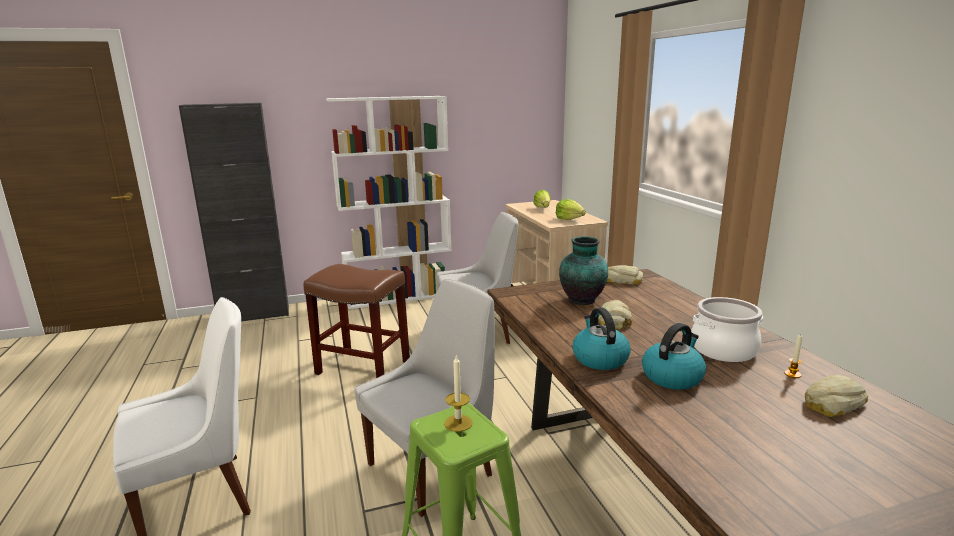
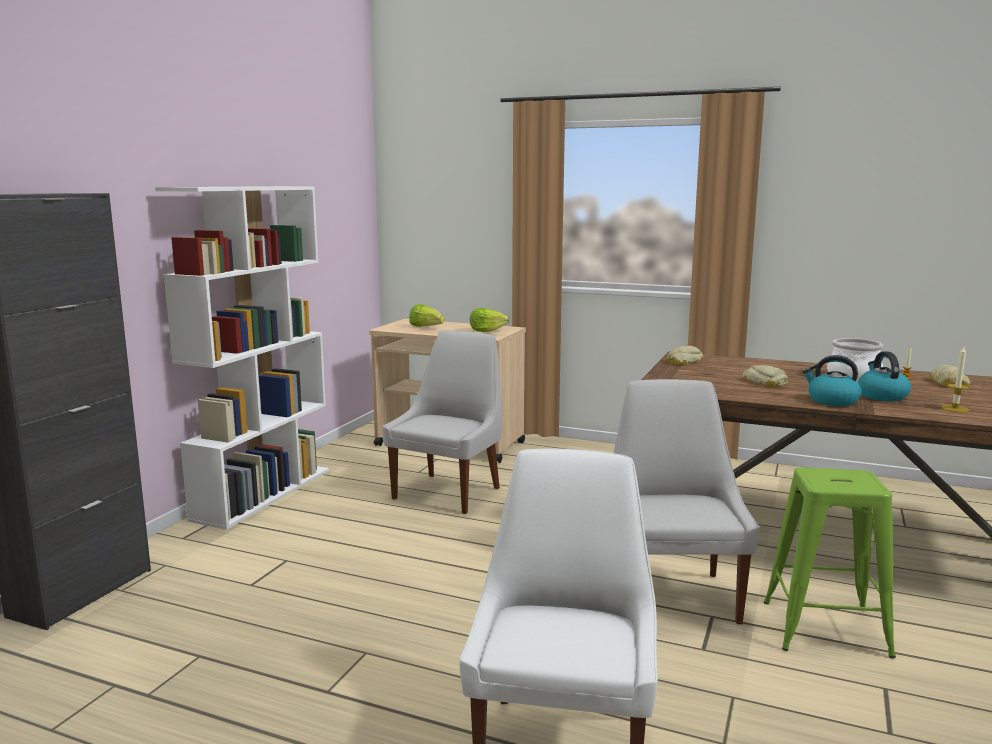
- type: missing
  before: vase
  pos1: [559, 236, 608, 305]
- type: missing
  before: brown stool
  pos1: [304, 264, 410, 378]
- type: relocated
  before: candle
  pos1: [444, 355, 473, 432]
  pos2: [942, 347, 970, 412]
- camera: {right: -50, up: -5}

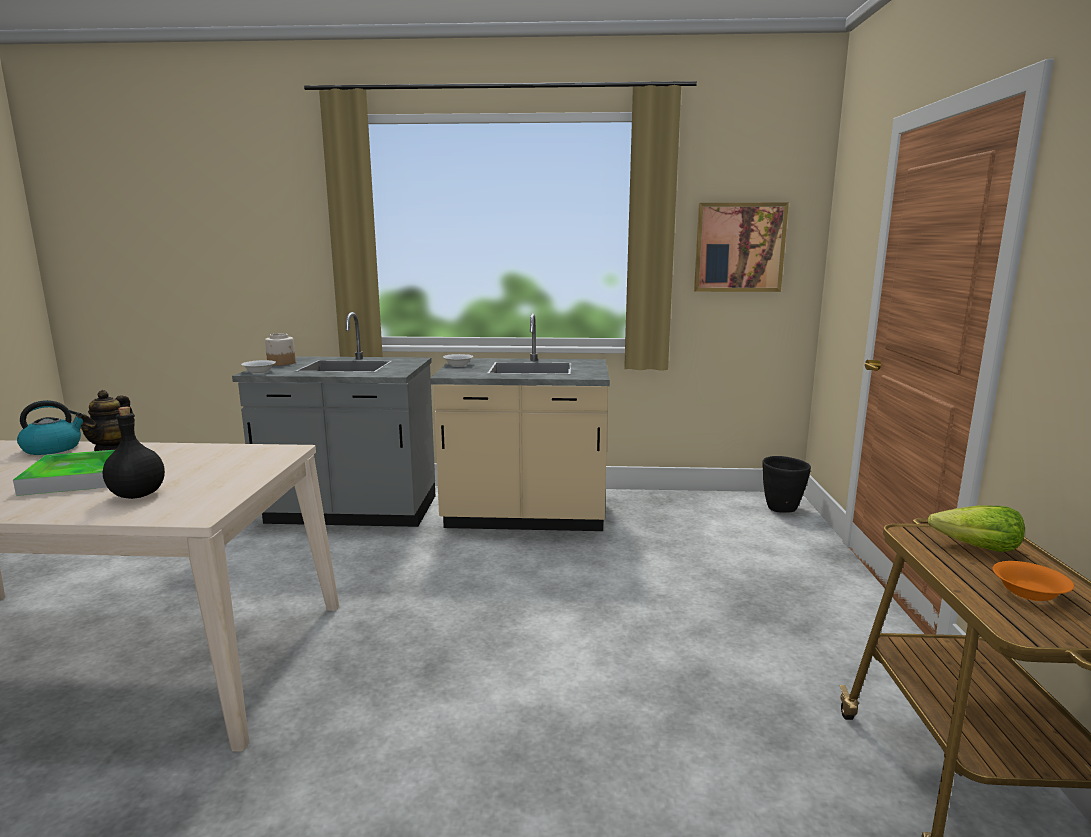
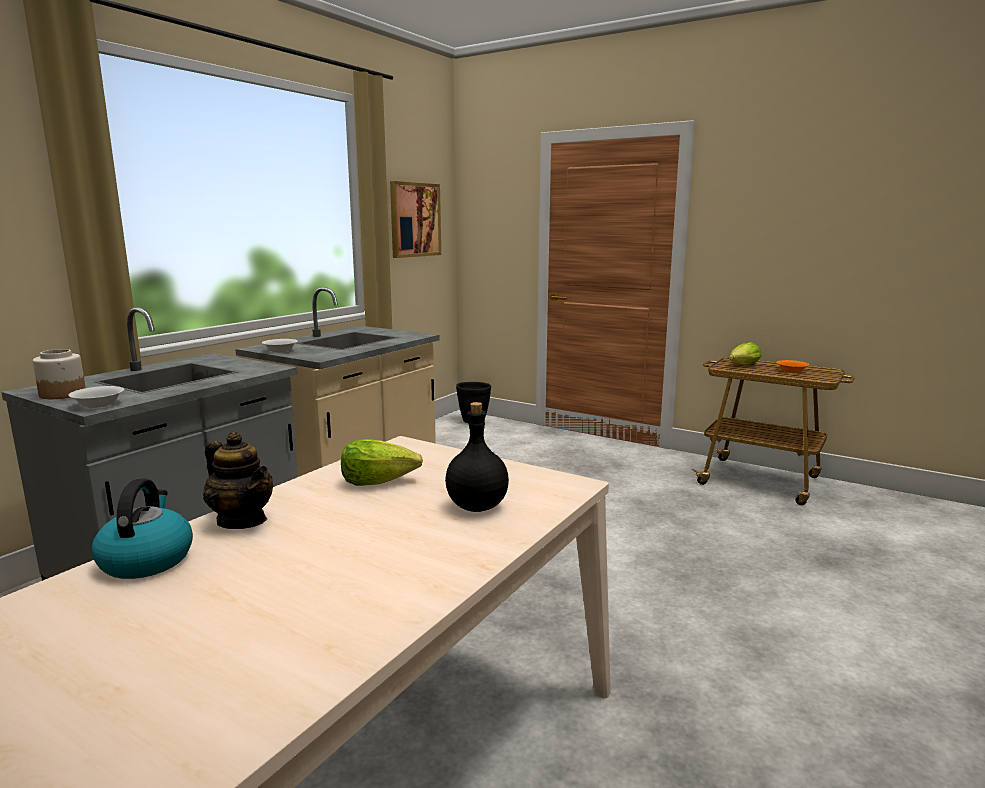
- type: missing
  before: tray
  pos1: [13, 450, 115, 496]
- type: appeared
  after: lettuce
  pos2: [341, 439, 423, 486]
- camera: {right: -60, up: 0}

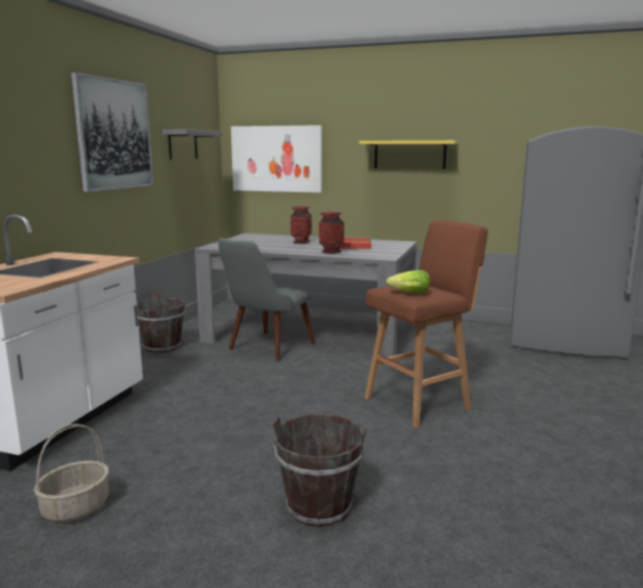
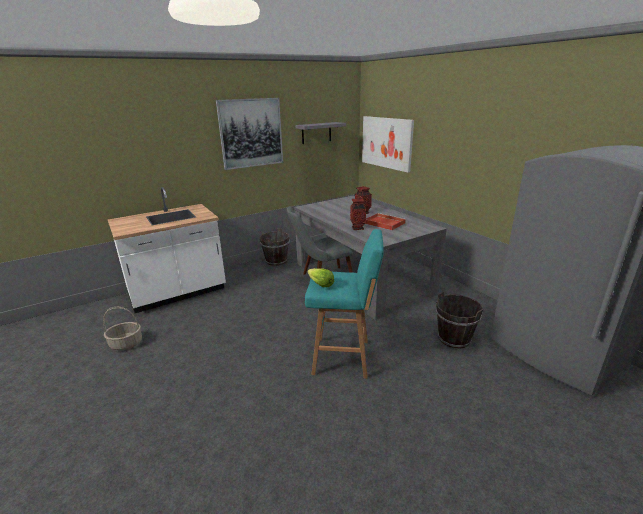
- type: missing
  before: yellow shelf
  pos1: [359, 140, 457, 169]
- type: colour
  before: brown stool
  after: turquoise stool
  pos1: [365, 220, 488, 428]
  pos2: [305, 229, 384, 379]
- type: relocated
  before: brown bucket
  pos1: [272, 414, 367, 527]
  pos2: [436, 291, 483, 349]
- camera: {right: 40, up: 10}

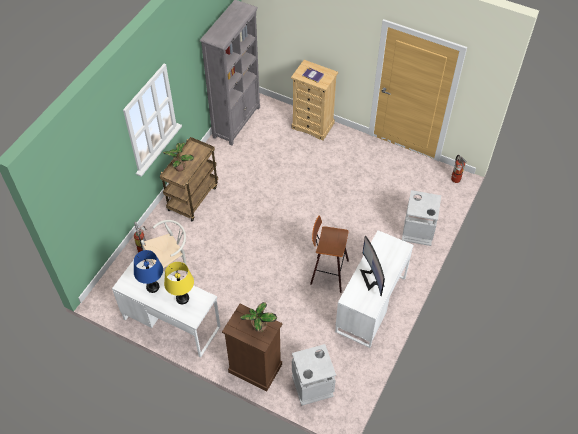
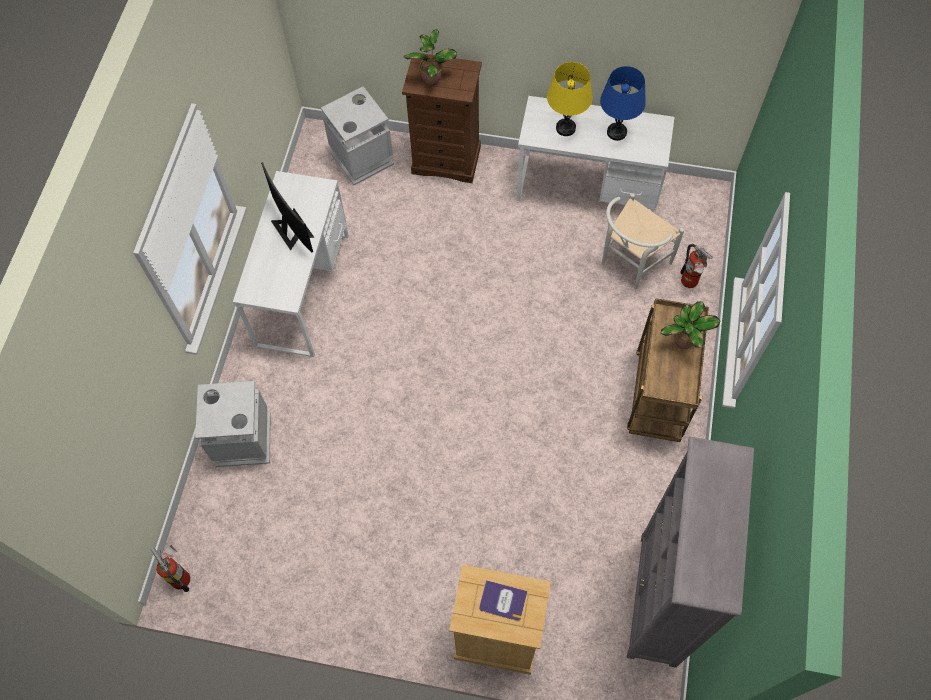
- type: missing
  before: stool
  pos1: [310, 216, 349, 293]
- camera: {right: 165, up: 10}

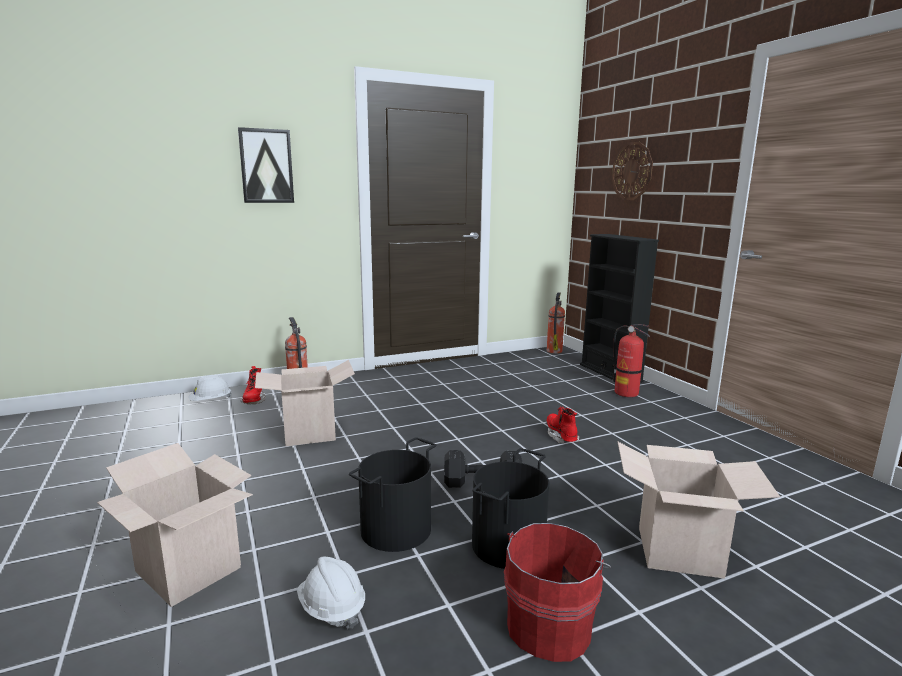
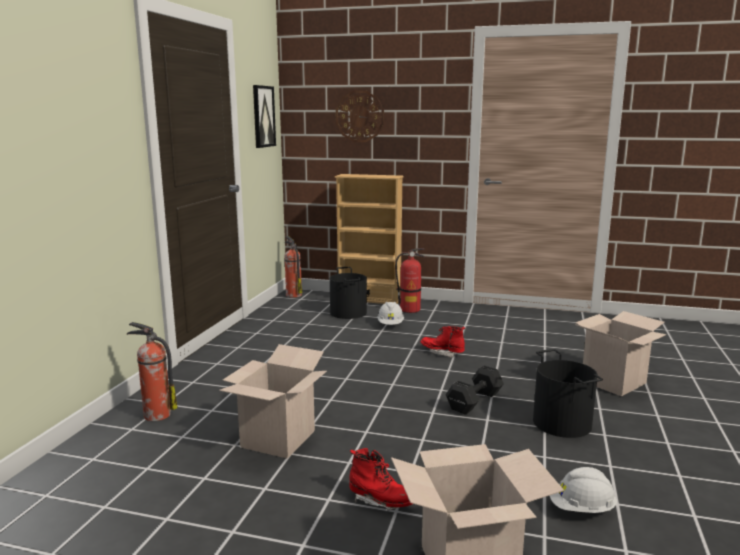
- type: relocated
  before: picture
  pos1: [238, 127, 294, 203]
  pos2: [253, 85, 276, 148]
- type: colour
  before: black bookcase
  after: beige bookcase
  pos1: [580, 234, 659, 383]
  pos2: [335, 174, 404, 304]
- type: relocated
  before: red boot
  pos1: [241, 366, 266, 404]
  pos2: [349, 448, 412, 510]
- type: relocated
  before: white hard hat
  pos1: [188, 375, 232, 401]
  pos2: [377, 302, 404, 325]
- type: relocated
  before: black bucket
  pos1: [349, 437, 436, 552]
  pos2: [330, 267, 367, 319]
- type: missing
  before: red bucket
  pos1: [504, 523, 611, 662]
- camera: {right: -50, up: 0}

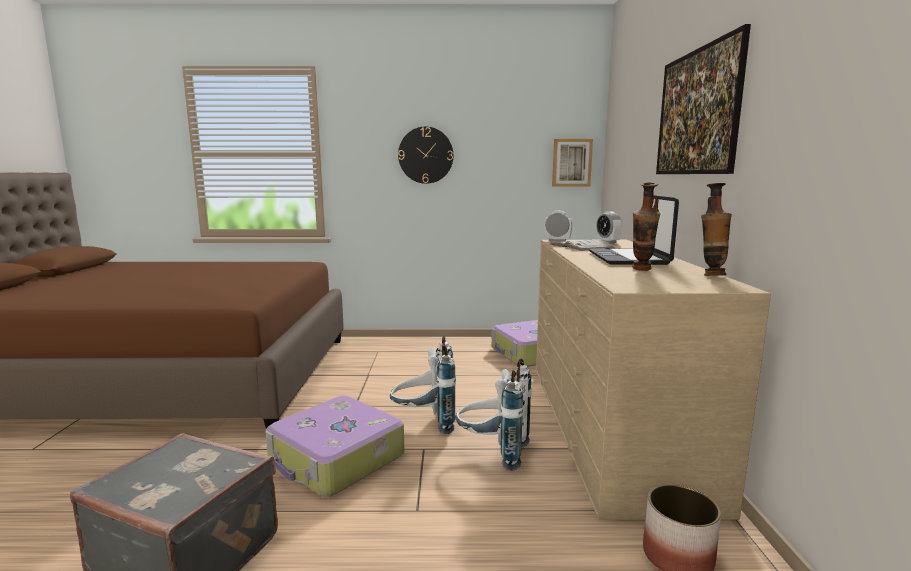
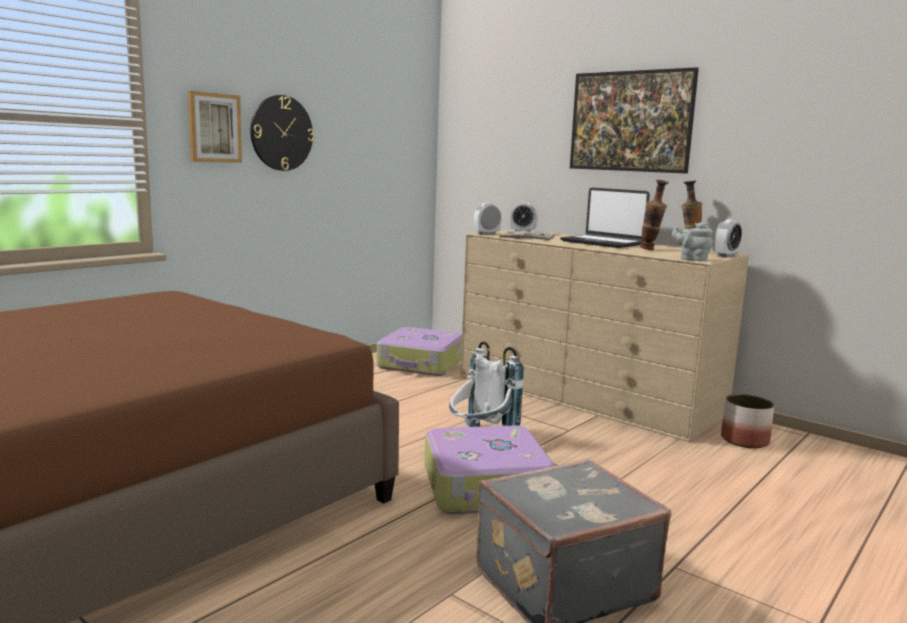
- type: relocated
  before: picture
  pos1: [552, 139, 593, 186]
  pos2: [188, 91, 242, 163]
- type: missing
  before: white backpack
  pos1: [455, 359, 532, 471]
- type: appeared
  after: alarm clock
  pos2: [715, 219, 742, 257]
- type: appeared
  after: grey teapot
  pos2: [672, 222, 713, 261]
- camera: {right: -50, up: 0}

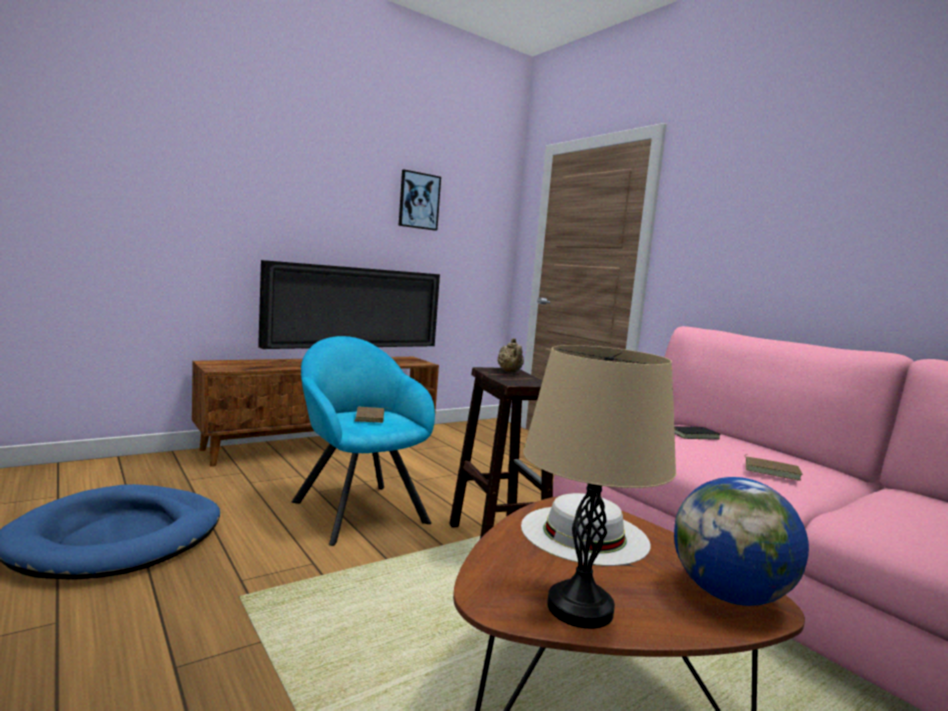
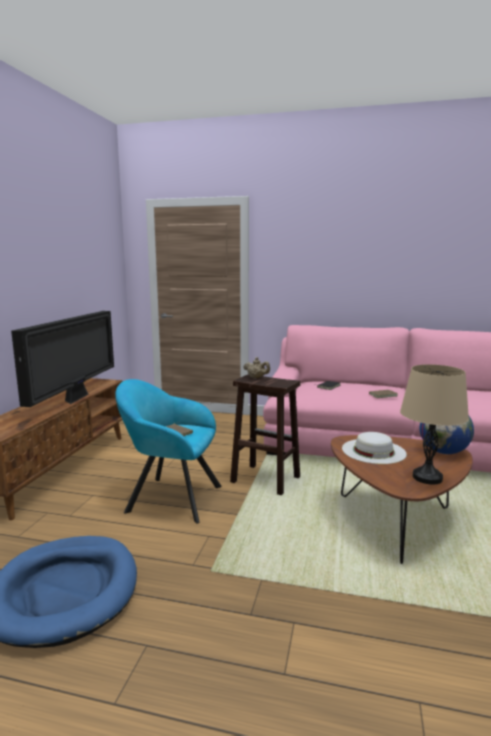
- type: missing
  before: picture
  pos1: [399, 169, 441, 231]
- camera: {right: -40, up: 5}

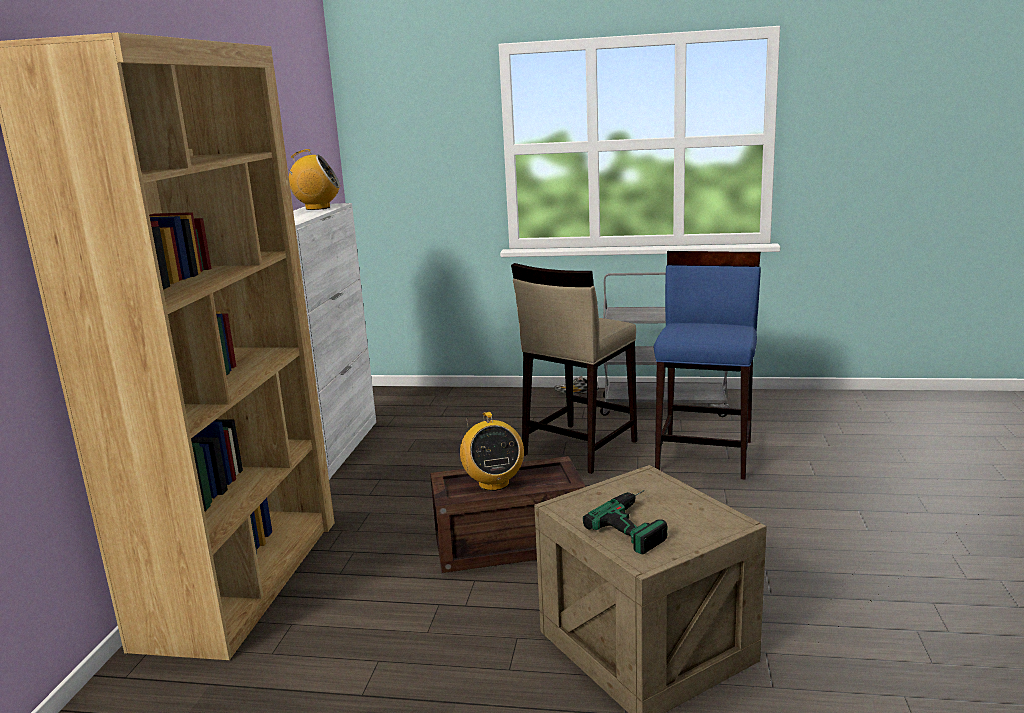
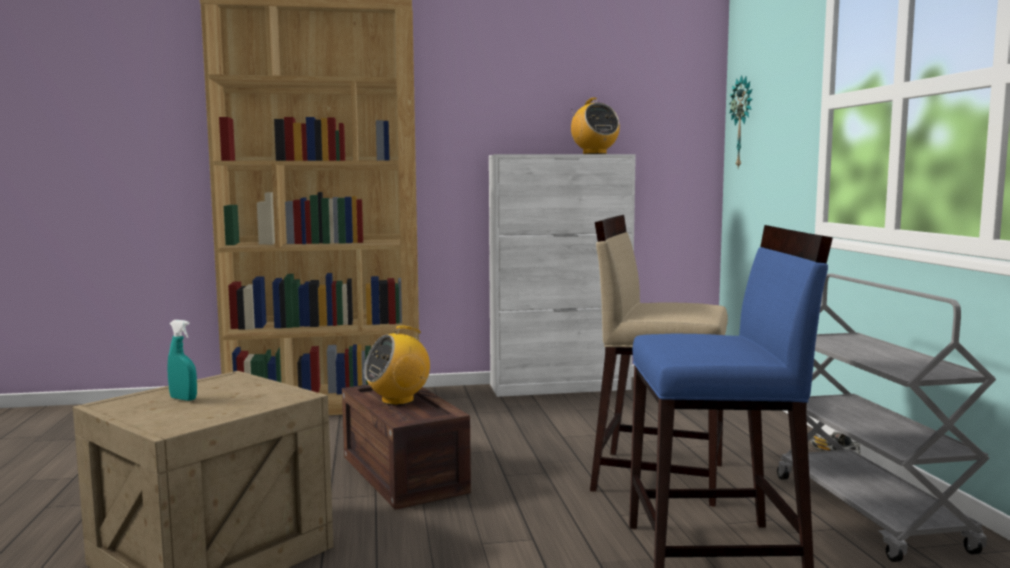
- type: exchanged
  before: power drill
  after: turquoise spray bottle
  pos1: [583, 490, 667, 554]
  pos2: [167, 320, 197, 401]
- type: appeared
  after: wall clock
  pos2: [729, 75, 753, 168]
- camera: {right: 70, up: -10}

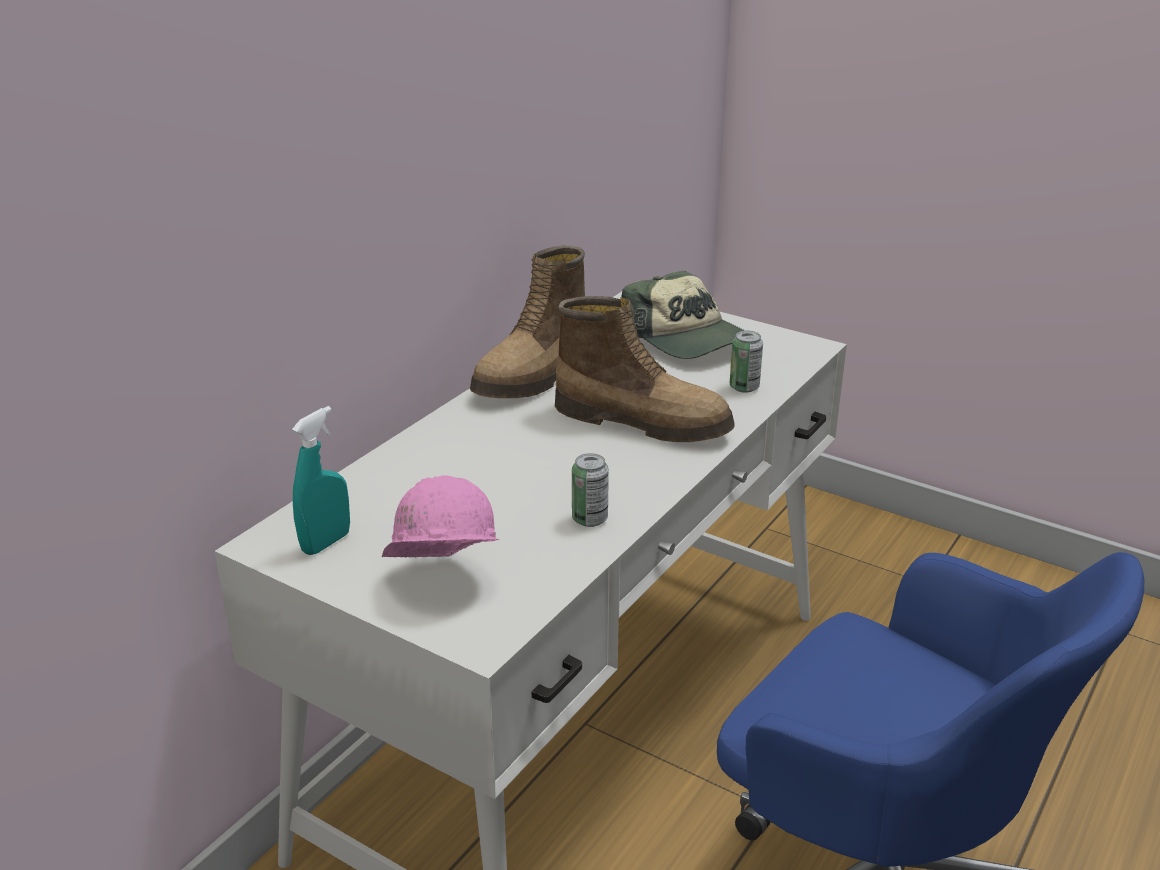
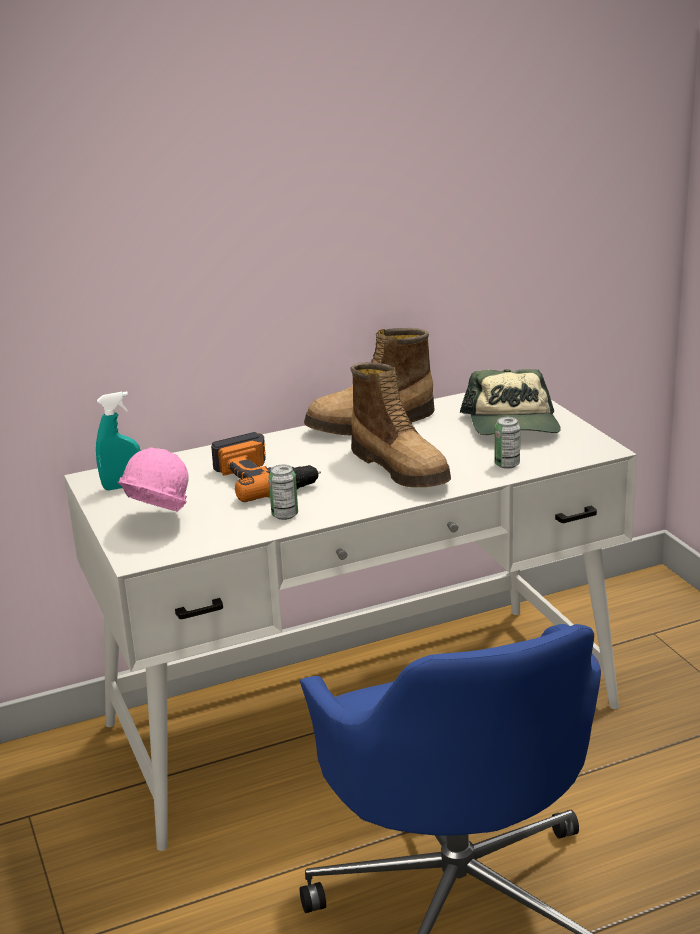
- type: appeared
  after: power drill
  pos2: [211, 432, 321, 502]
- camera: {right: 35, up: -5}

